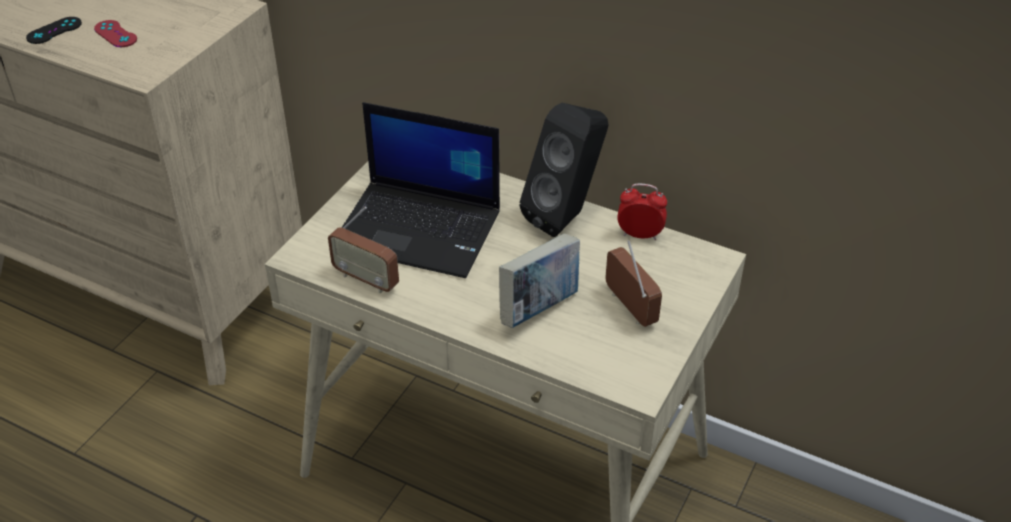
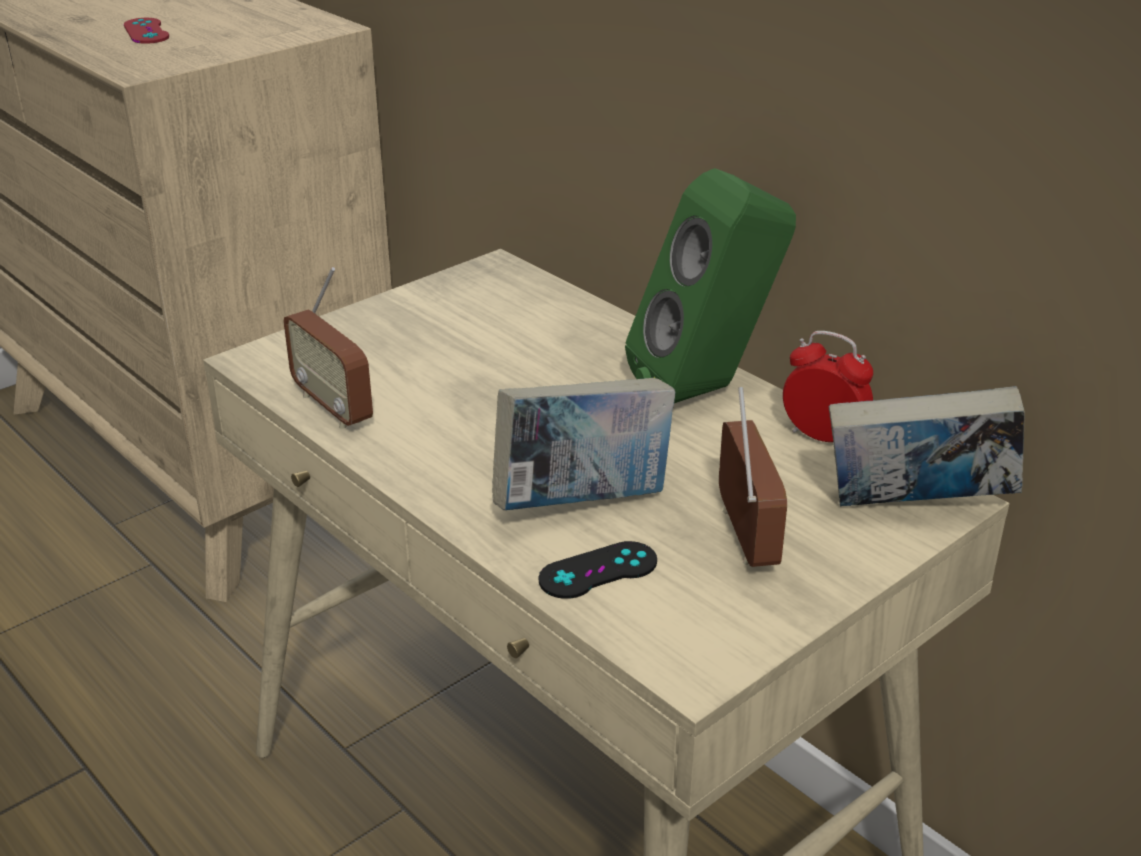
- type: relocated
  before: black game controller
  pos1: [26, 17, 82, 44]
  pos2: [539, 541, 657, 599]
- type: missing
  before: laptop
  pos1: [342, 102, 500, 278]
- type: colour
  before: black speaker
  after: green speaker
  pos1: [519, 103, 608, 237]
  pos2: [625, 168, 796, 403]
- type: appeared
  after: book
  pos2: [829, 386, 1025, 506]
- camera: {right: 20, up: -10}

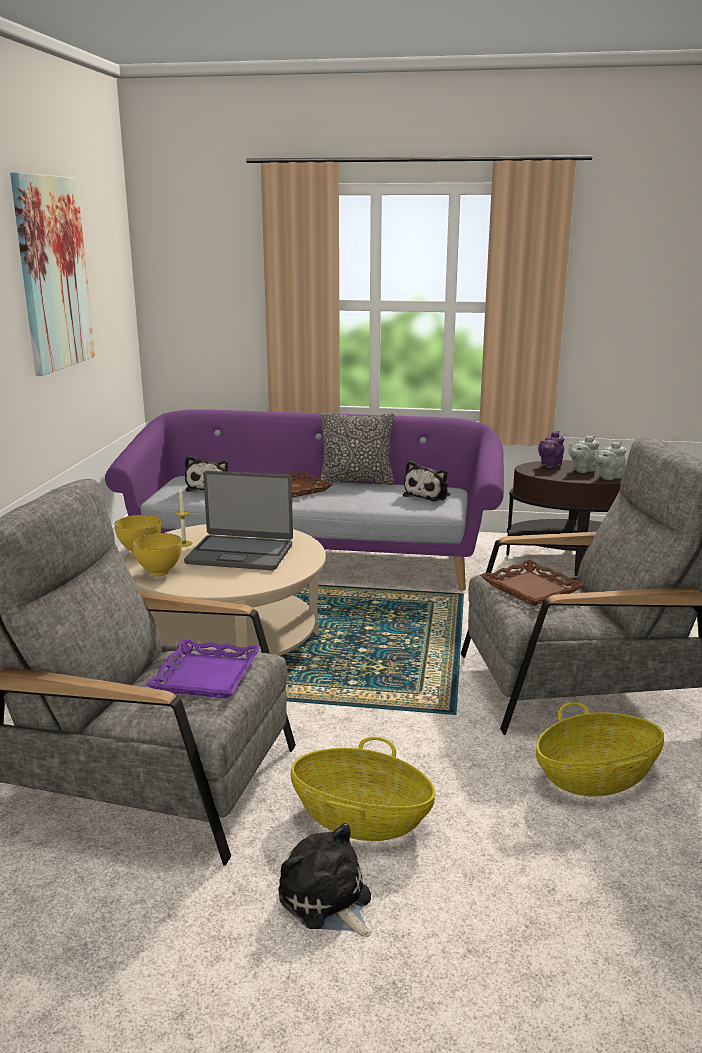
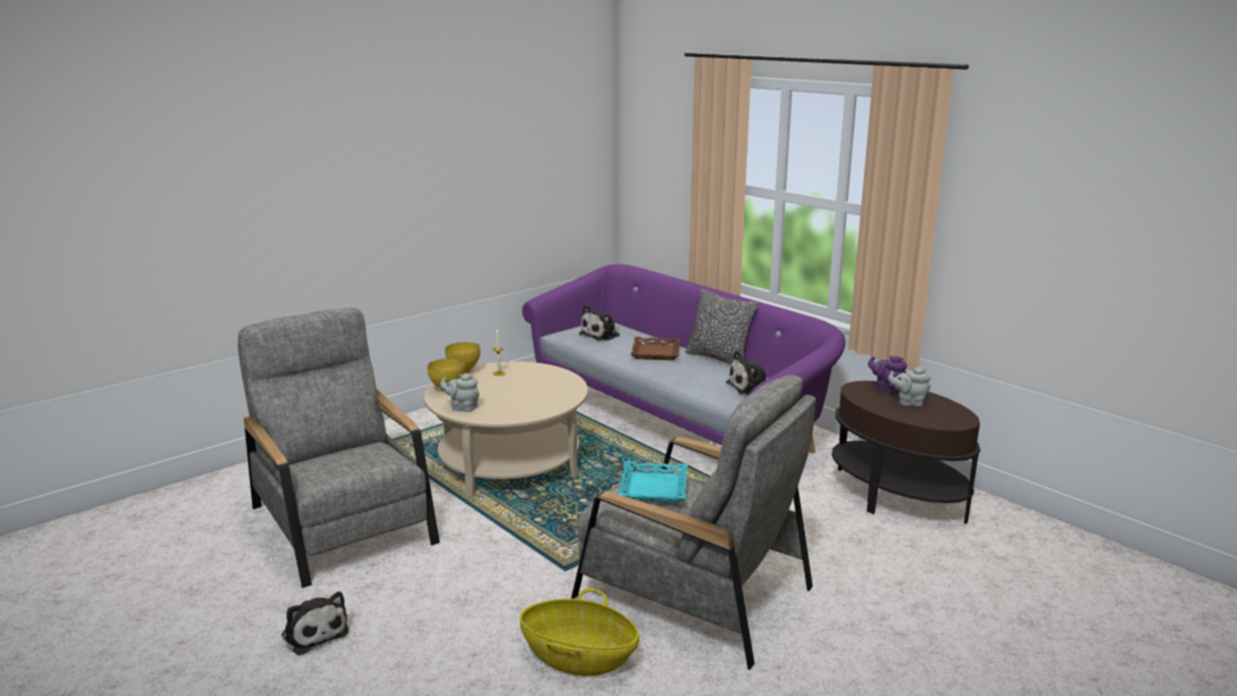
- type: missing
  before: picture
  pos1: [10, 172, 95, 376]
- type: spun
  before: purple teapot
  pos1: [538, 431, 564, 468]
  pos2: [868, 356, 907, 394]
  turn: 45
- type: relocated
  before: grey teapot
  pos1: [594, 442, 626, 480]
  pos2: [440, 374, 479, 412]
- type: missing
  before: laptop
  pos1: [184, 471, 293, 570]
- type: colour
  before: brown tray
  after: turquoise tray
  pos1: [480, 560, 586, 606]
  pos2: [618, 461, 688, 503]
- type: missing
  before: purple tray
  pos1: [146, 639, 261, 698]
- type: missing
  before: basket
  pos1: [290, 737, 436, 841]
- type: spun
  before: plush toy
  pos1: [278, 823, 371, 937]
  pos2: [281, 591, 349, 655]
  turn: 135
- camera: {right: 40, up: 0}

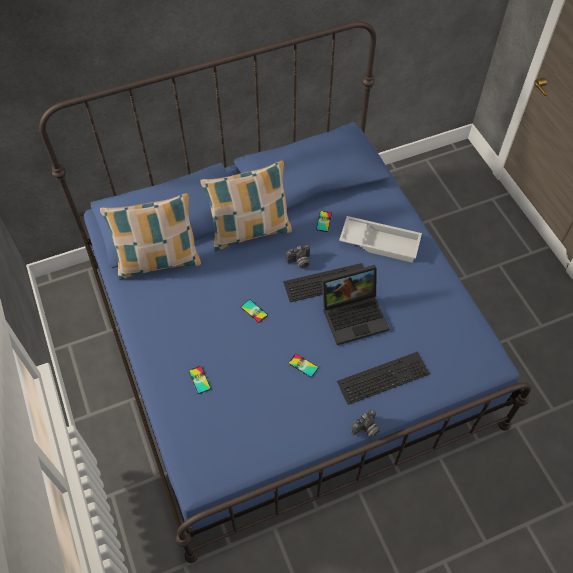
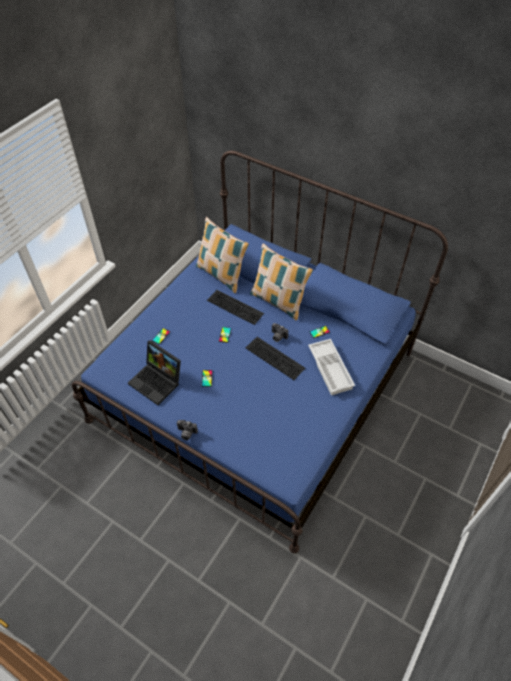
- type: relocated
  before: laptop
  pos1: [322, 265, 389, 345]
  pos2: [128, 340, 181, 405]
- type: relocated
  before: keyboard
  pos1: [337, 352, 430, 405]
  pos2: [207, 290, 264, 325]
- camera: {right: 55, up: -5}

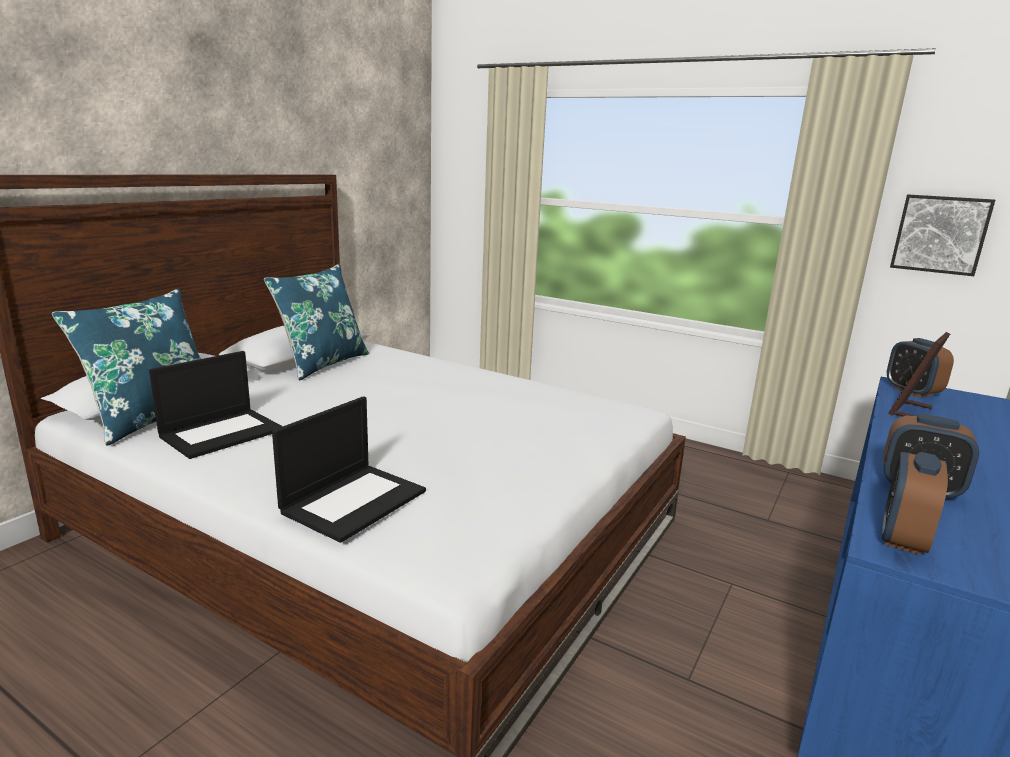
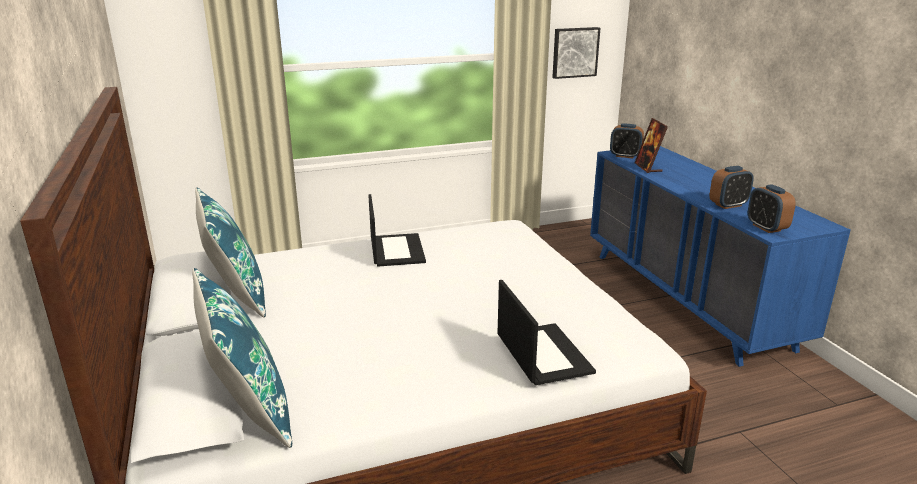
- type: relocated
  before: laptop
  pos1: [149, 351, 283, 459]
  pos2: [368, 194, 426, 266]
- camera: {right: -50, up: 5}

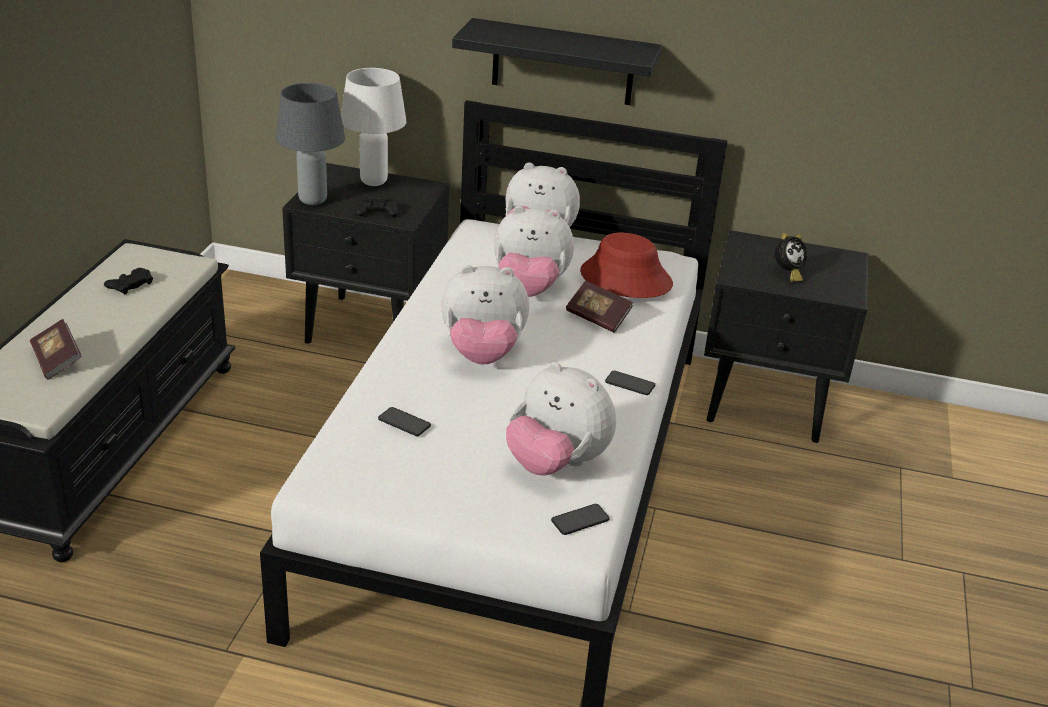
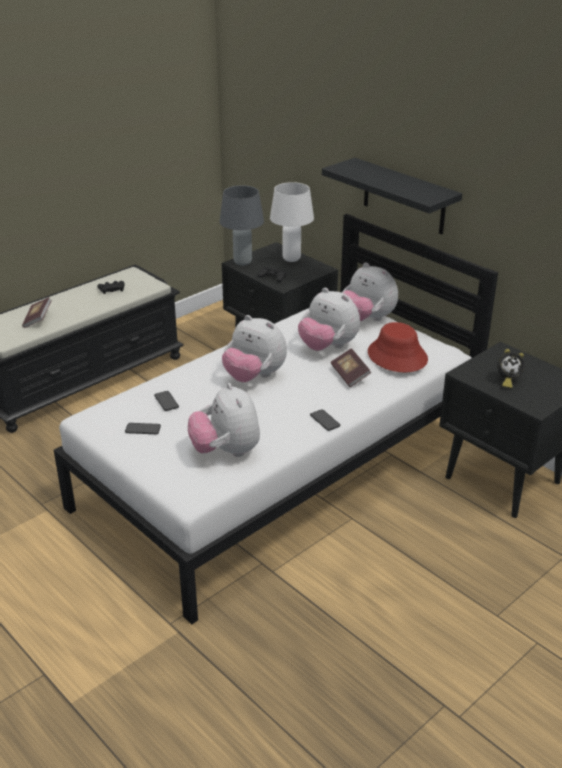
- type: relocated
  before: phone
  pos1: [551, 504, 609, 535]
  pos2: [125, 423, 161, 434]
- camera: {right: 35, up: 0}

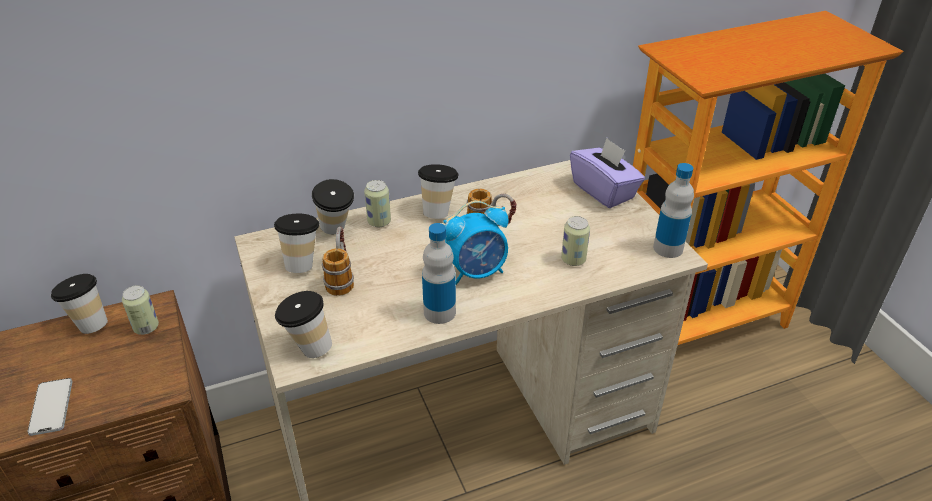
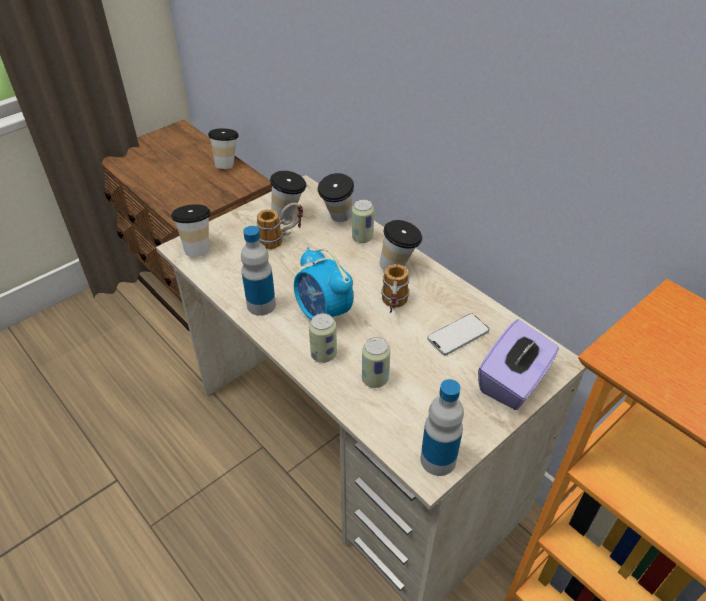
- type: relocated
  before: can
  pos1: [122, 285, 159, 335]
  pos2: [309, 313, 337, 363]
- type: relocated
  before: phone
  pos1: [27, 378, 73, 436]
  pos2: [427, 313, 490, 356]
- camera: {right: 70, up: 5}

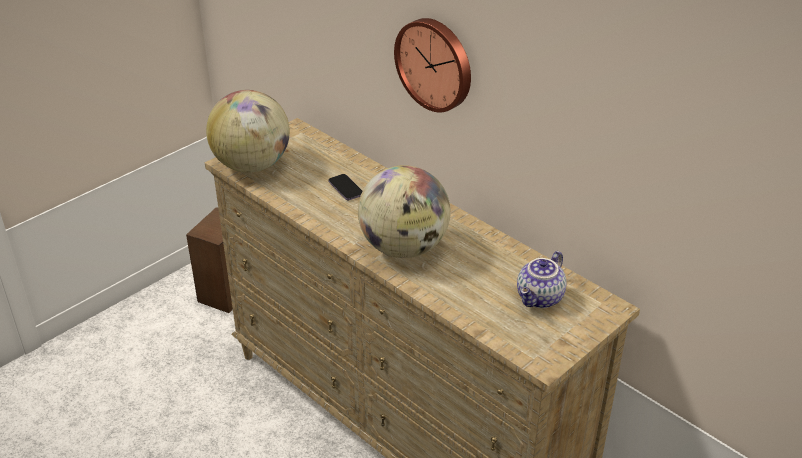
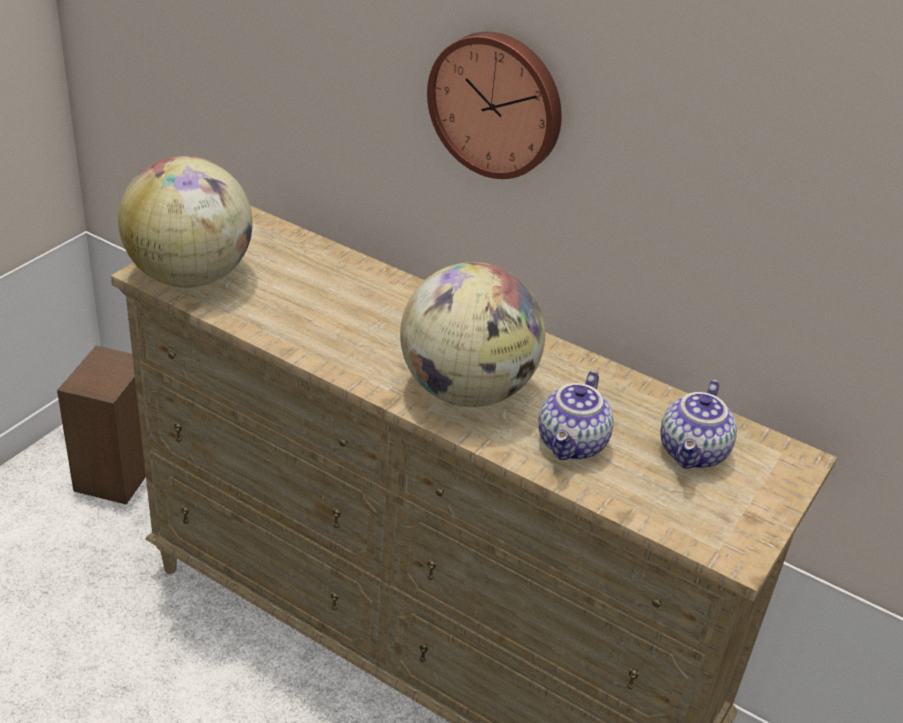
- type: missing
  before: phone
  pos1: [328, 174, 362, 200]
- type: appeared
  after: teapot
  pos2: [538, 371, 614, 460]
- camera: {right: -15, up: 0}

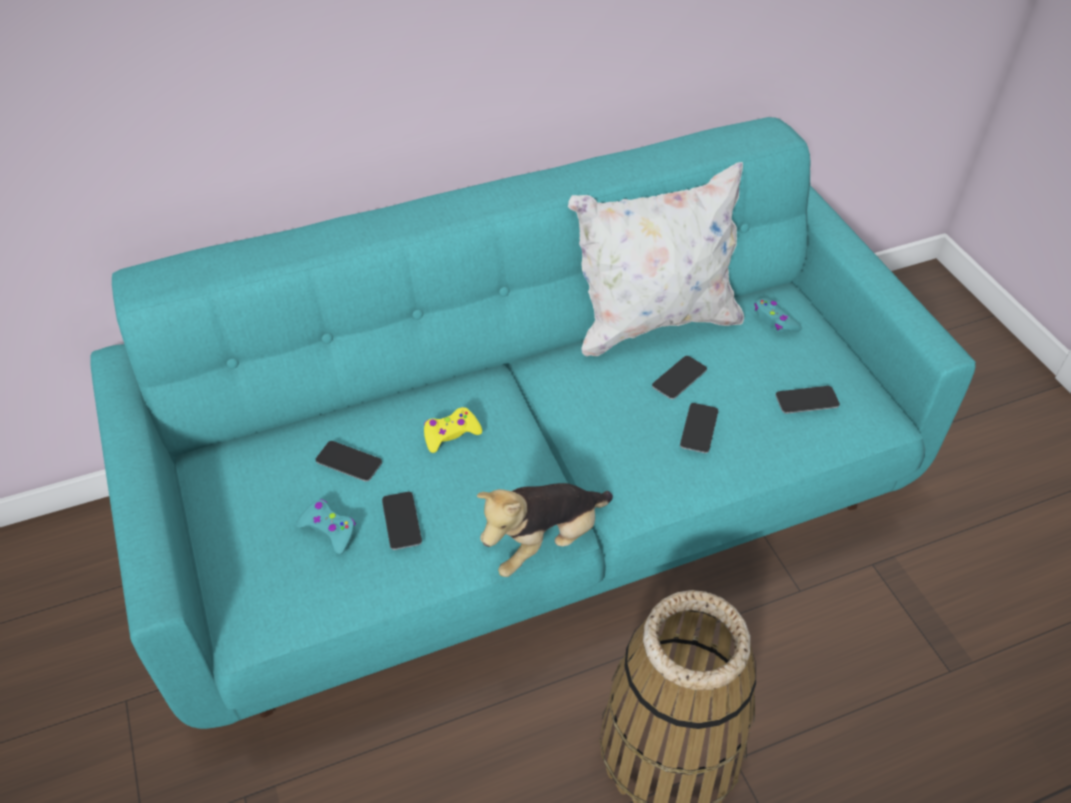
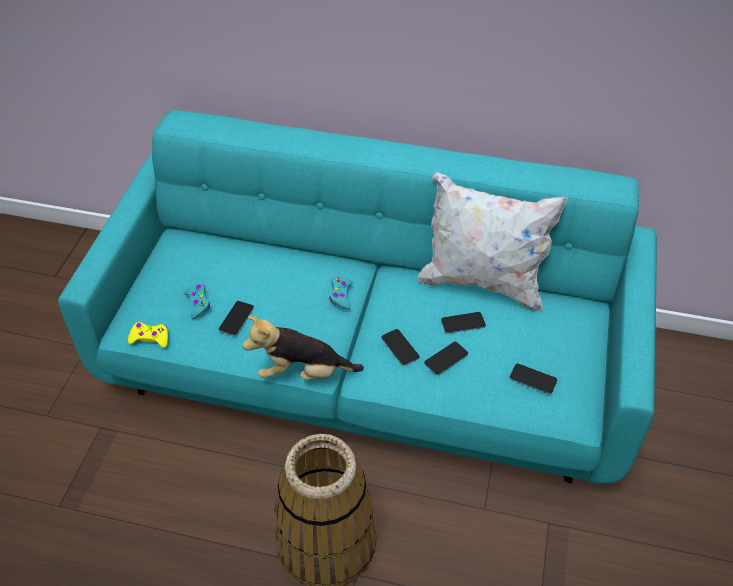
- type: relocated
  before: turquoise game controller
  pos1: [754, 298, 802, 332]
  pos2: [329, 277, 353, 310]
- type: relocated
  before: yellow game controller
  pos1: [424, 407, 482, 453]
  pos2: [128, 322, 168, 347]
- type: relocated
  before: phone
  pos1: [315, 441, 382, 482]
  pos2: [381, 329, 420, 366]
- camera: {right: 35, up: 0}

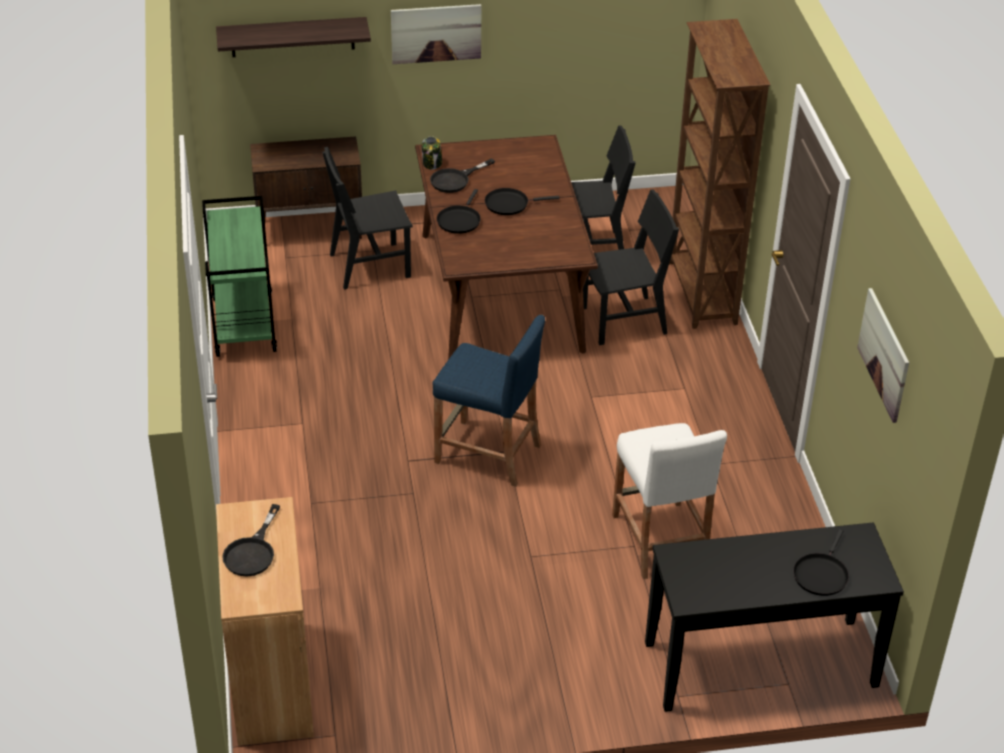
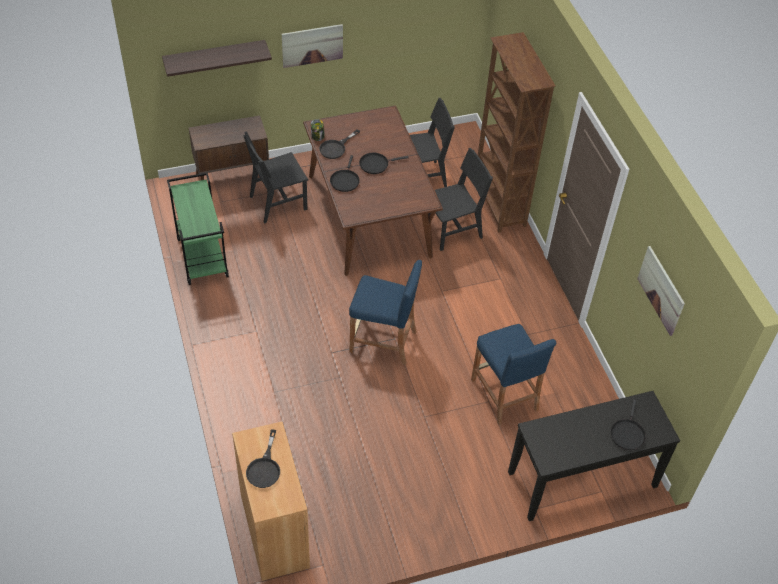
- type: colour
  before: white stool
  after: blue stool
  pos1: [612, 423, 727, 579]
  pos2: [471, 324, 556, 425]
- camera: {right: -10, up: 10}

